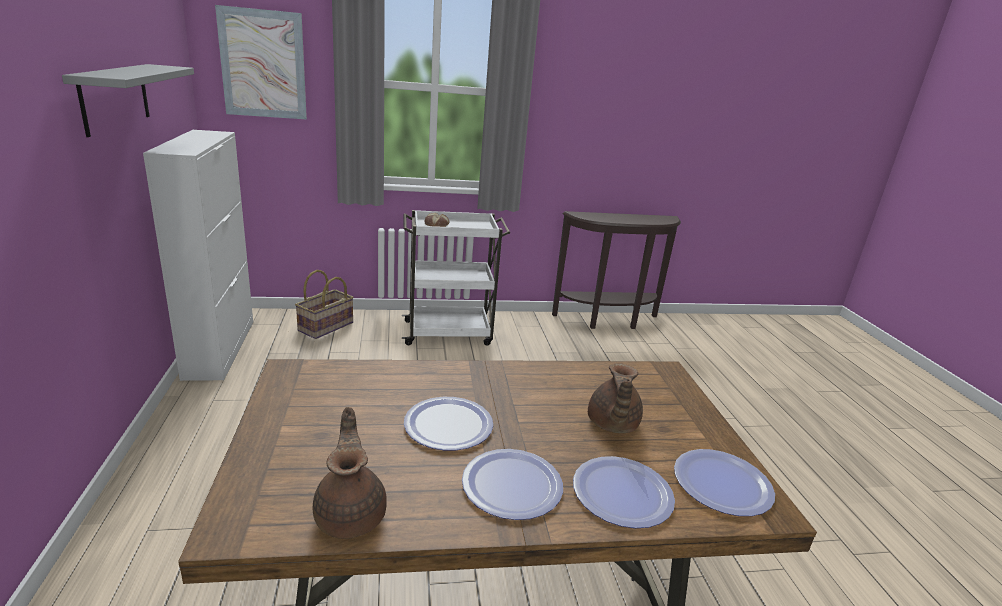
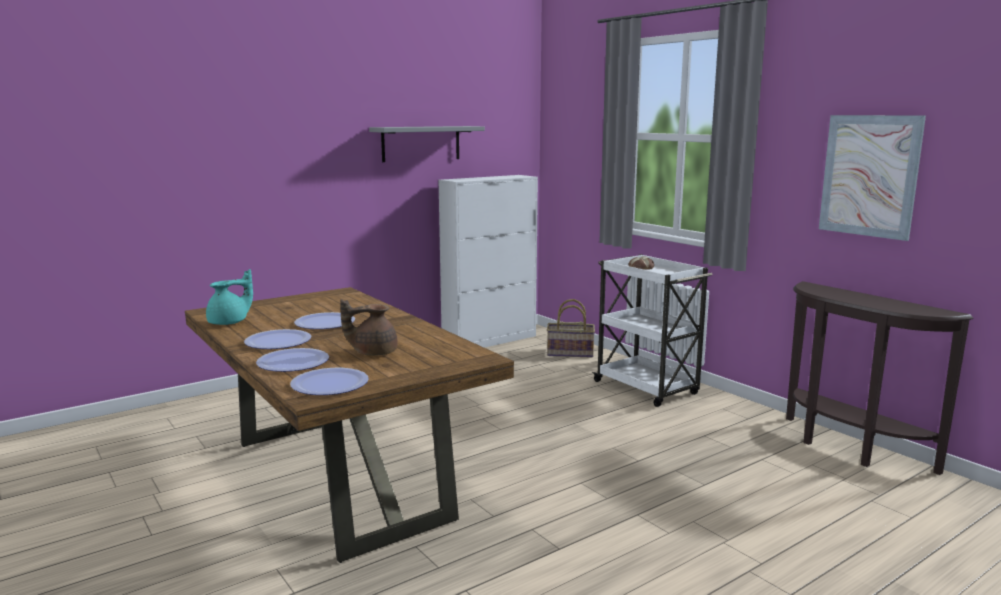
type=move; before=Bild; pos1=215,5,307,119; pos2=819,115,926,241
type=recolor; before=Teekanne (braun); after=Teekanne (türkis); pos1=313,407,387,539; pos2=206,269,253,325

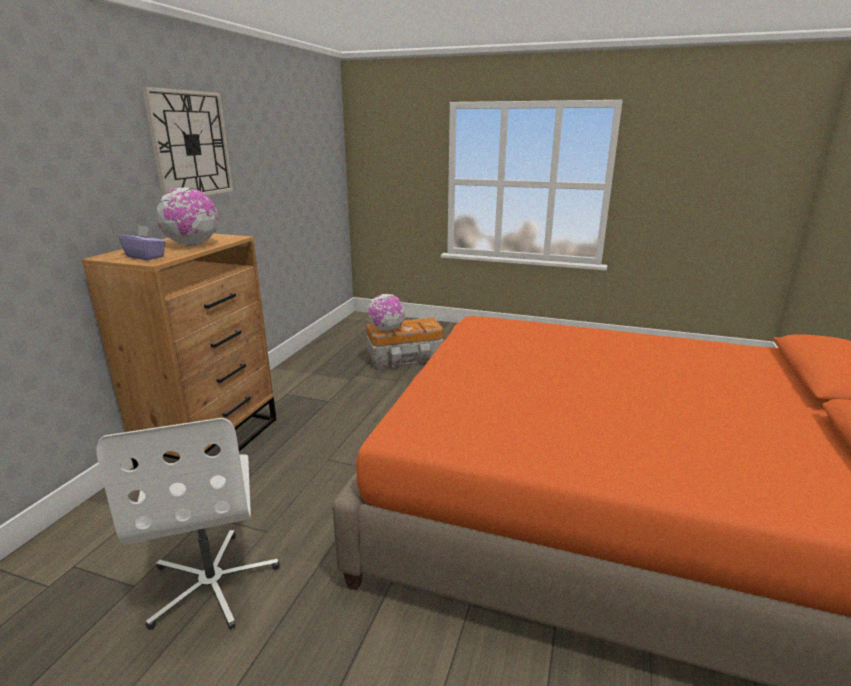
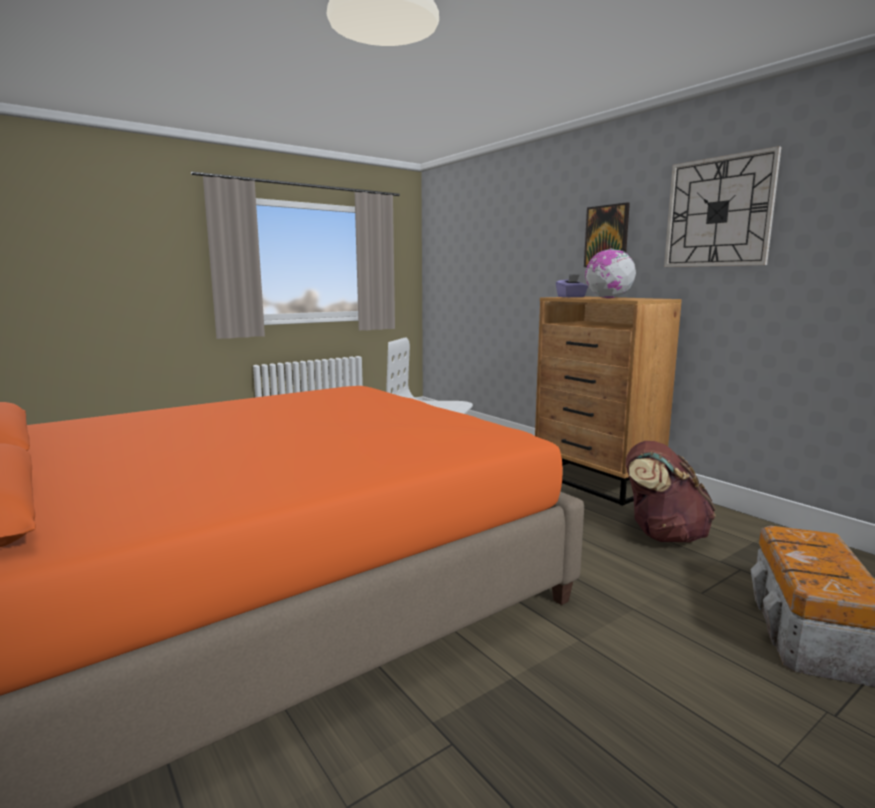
type=delete; before=Globus; pos1=368,294,405,331
type=insert; after=Bild; pos2=584,202,630,267
type=insert; after=Rucksack (braun); pos2=626,441,716,542

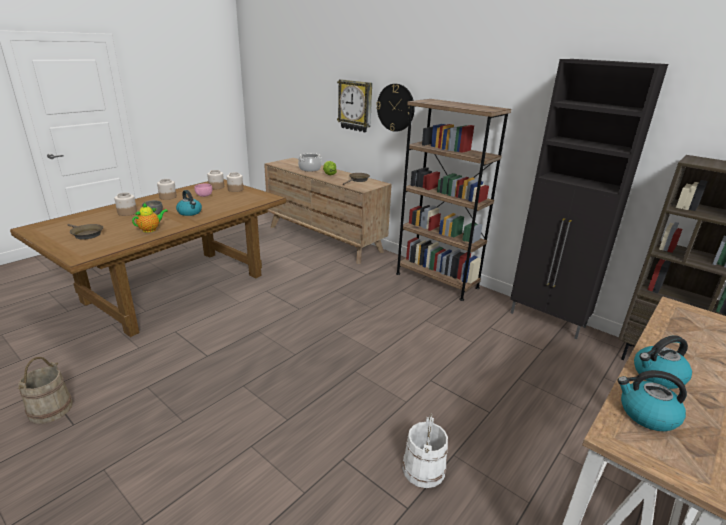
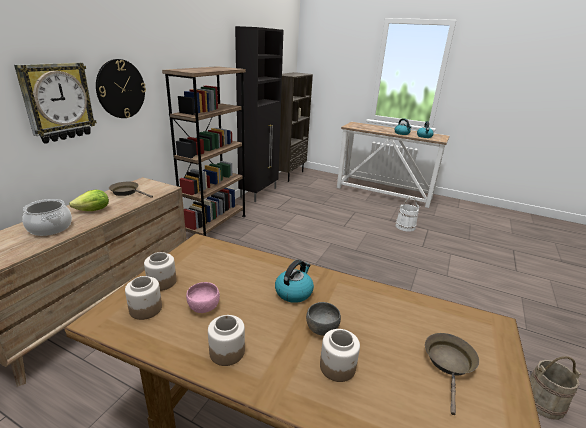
type=delete; before=Teekanne; pos1=132,203,168,232

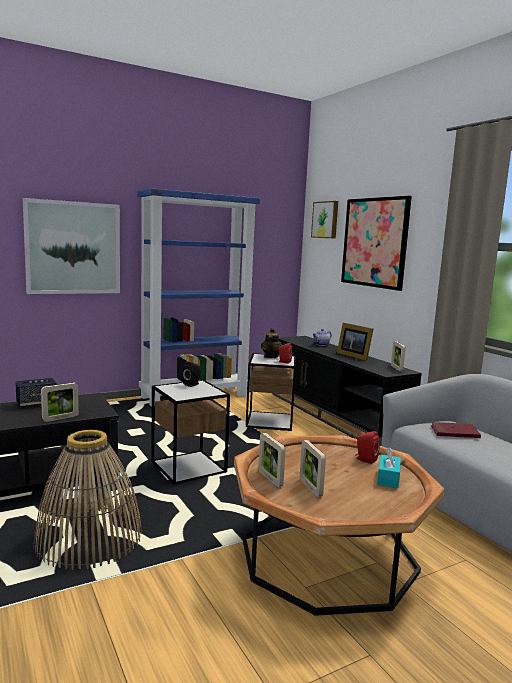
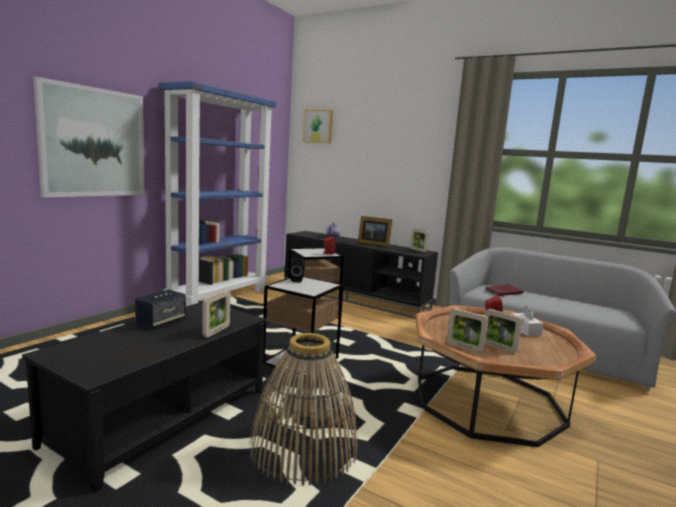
type=delete; before=Teekanne; pos1=261,328,282,358
type=delete; before=Bild; pos1=341,196,412,291
type=recolor; before=Taschentuchbox (türkis); after=Taschentuchbox (weiß); pos1=377,447,401,488; pos2=511,306,544,336

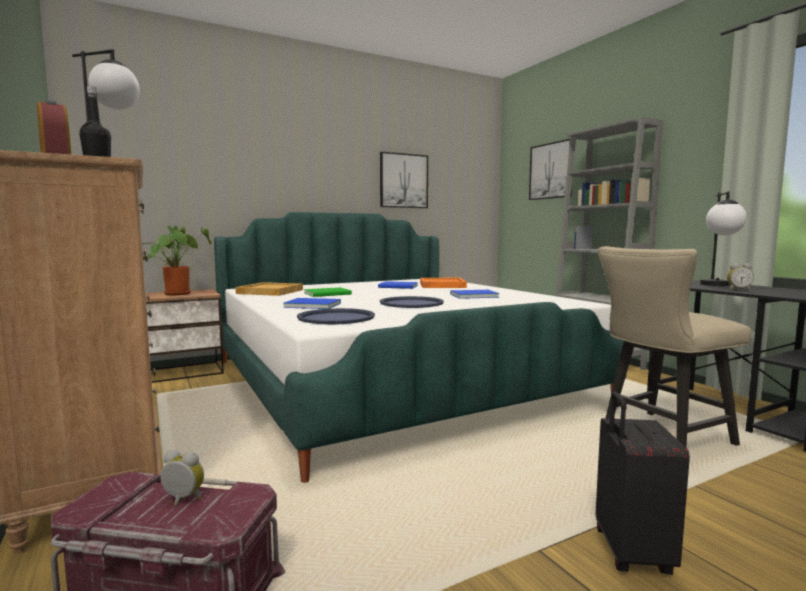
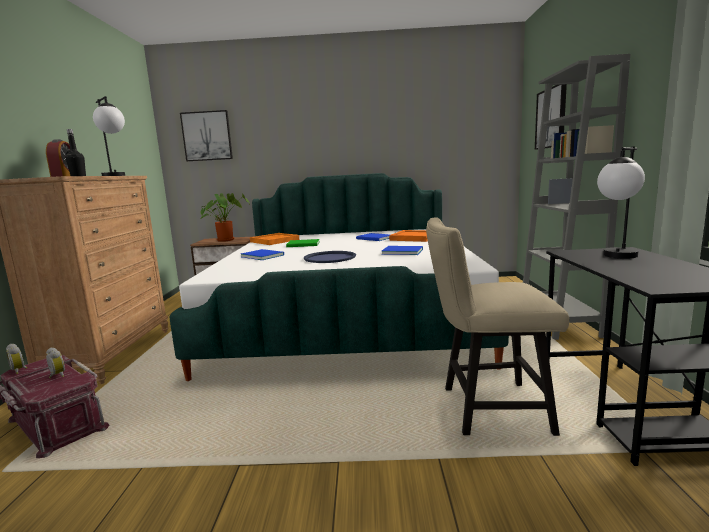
type=recolor; before=Tablett (beige); after=Tablett (orange); pos1=235,282,303,296; pos2=250,233,299,245
type=delete; before=Tablett (blau); pos1=297,308,375,325
type=move; before=Bild; pos1=380,152,428,208; pos2=180,110,233,161
type=delete; before=Koffer (schwarz); pos1=596,391,690,575
type=move; before=Wecker; pos1=727,263,754,290; pos2=6,344,27,374

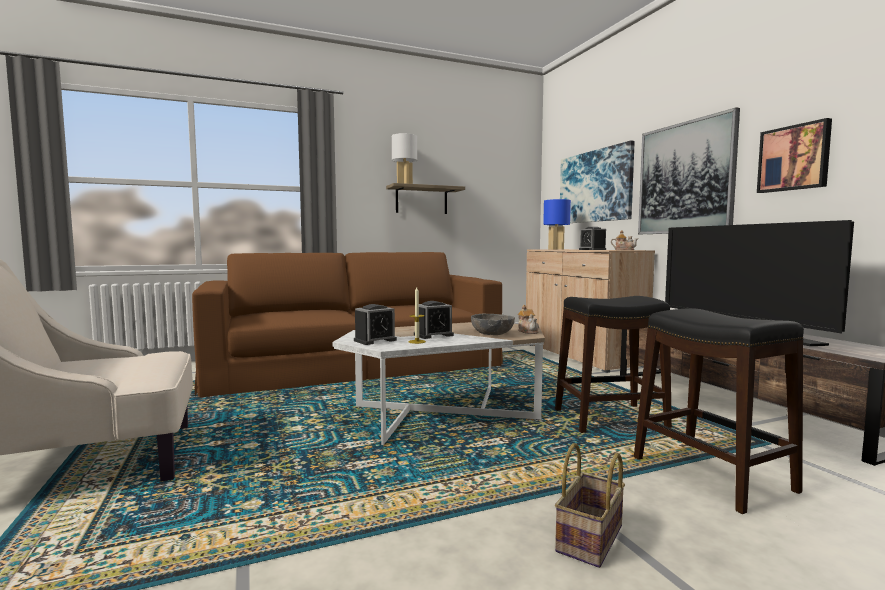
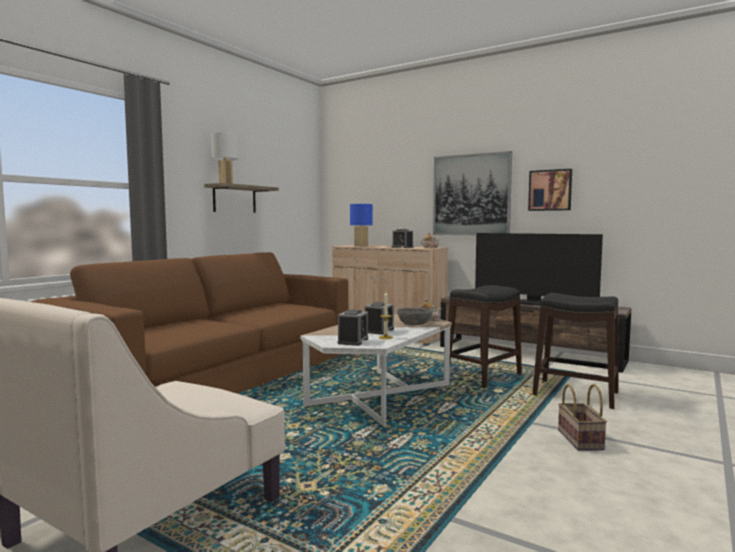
type=delete; before=Bild; pos1=560,141,635,223

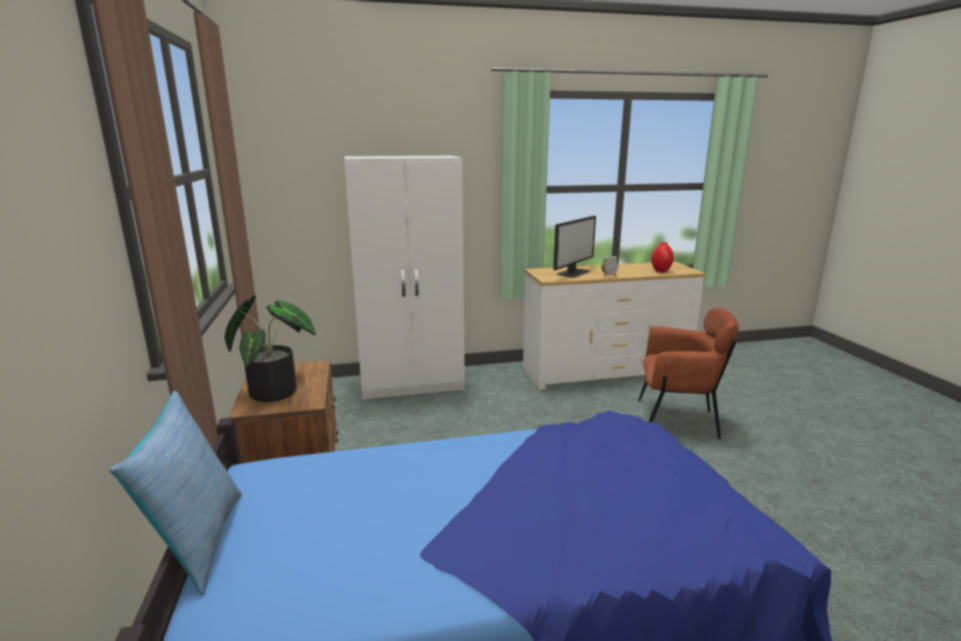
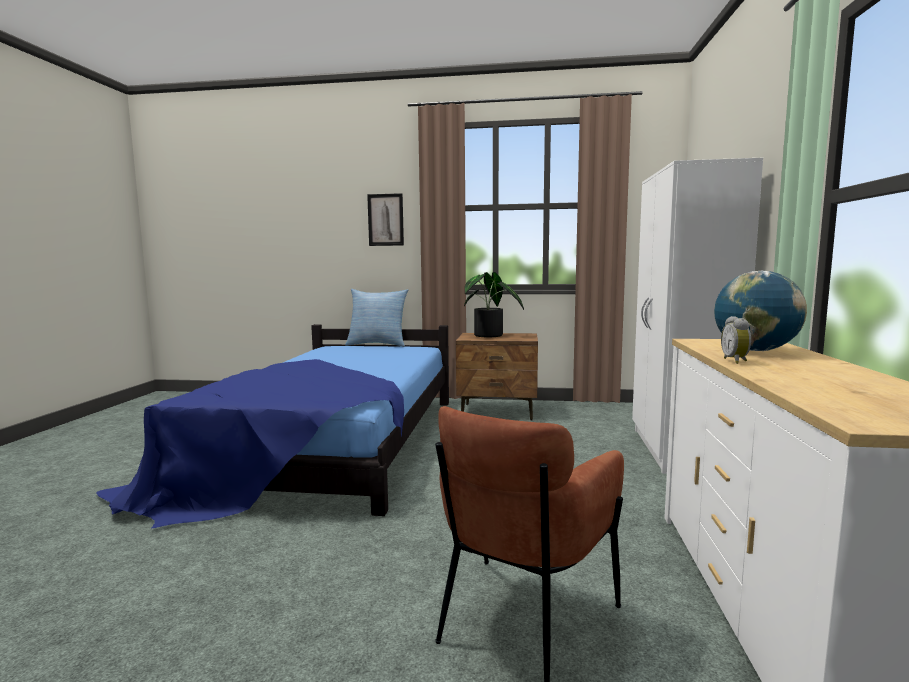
type=replace; before=Monitor; after=Globus; pos1=553,216,596,278; pos2=714,271,807,351
type=delete; before=Vase (rot); pos1=651,242,674,272
type=insert; after=Bild; pos2=367,193,404,246

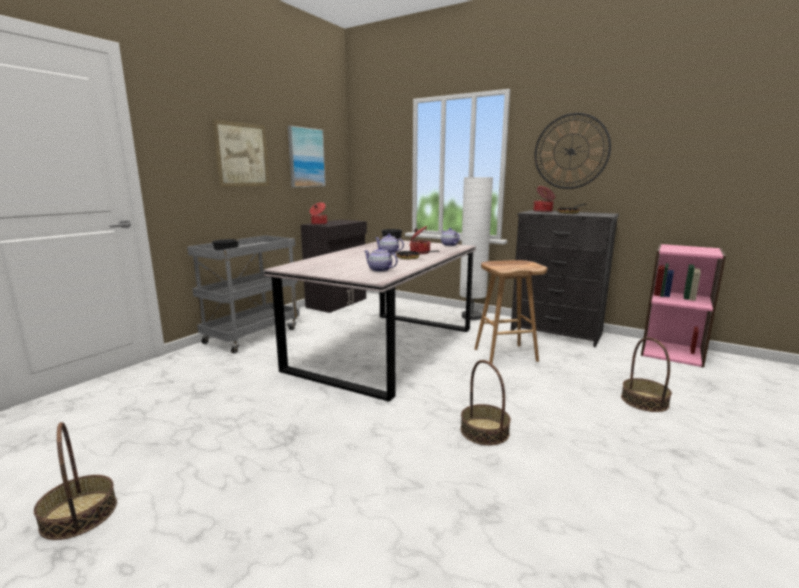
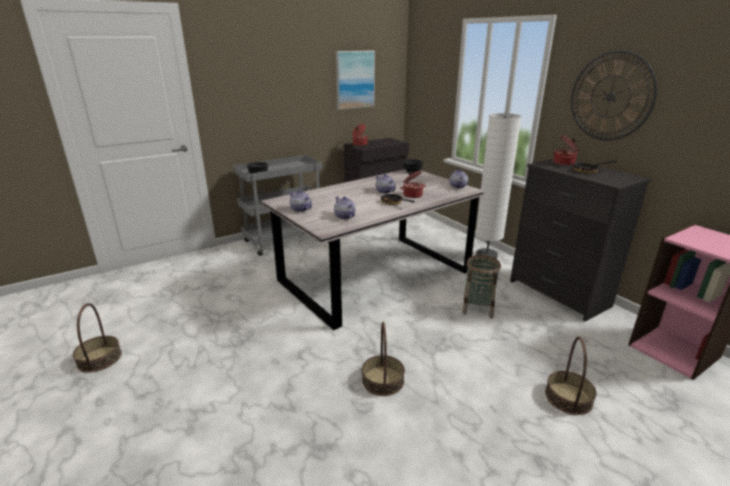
type=delete; before=Bild; pos1=212,119,270,187
type=replace; before=Hocker (braun); after=Korb; pos1=475,260,547,364; pos2=462,255,501,318
type=insert; after=Teekanne; pos2=289,190,312,212

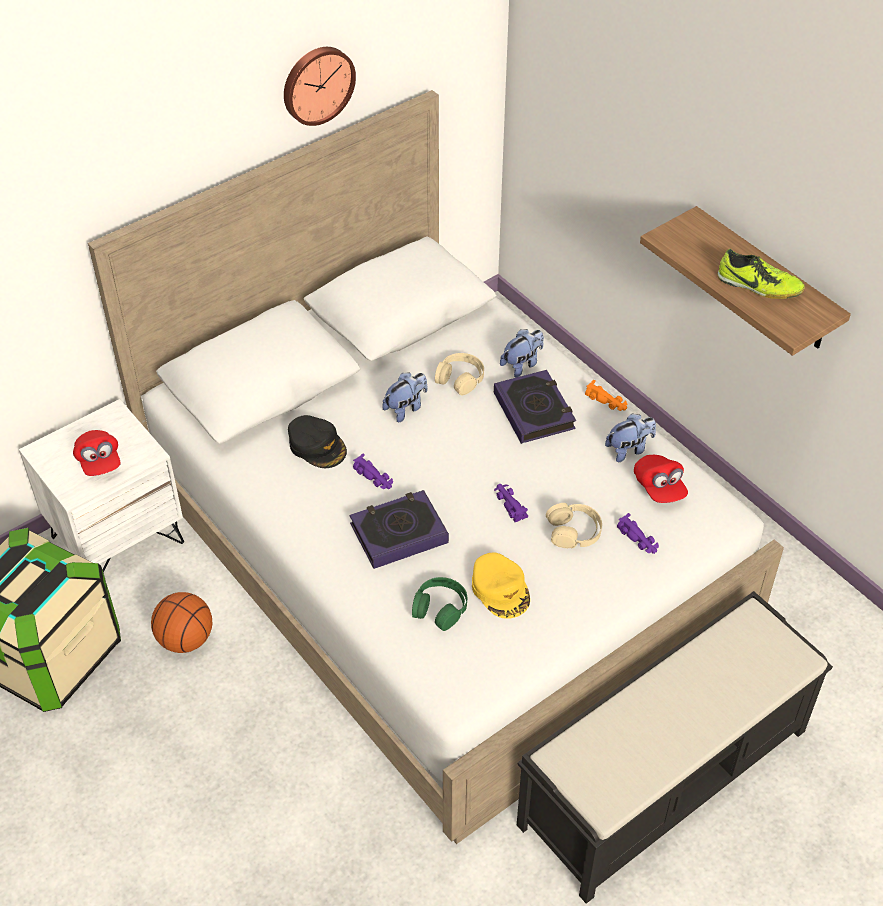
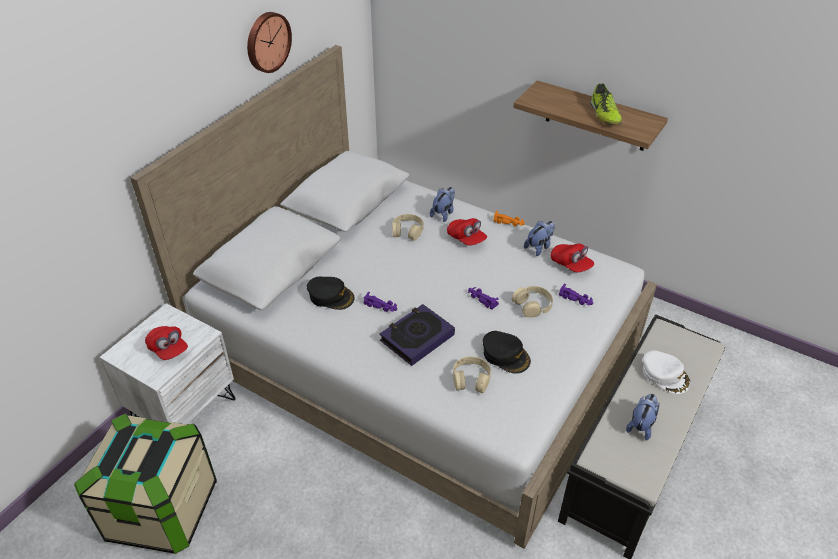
type=delete; before=Basketball; pos1=151,592,212,653
type=move; before=Plüschtier; pos1=382,372,428,422; pos2=626,394,659,441
type=recolor; before=Kopfhörer (grün); after=Kopfhörer (beige); pos1=412,577,467,631; pos2=453,357,491,393
type=recolor; before=Kappe (gelb); after=Kappe (schwarz); pos1=472,553,530,619; pos2=483,331,531,374
type=replace; before=Buch; after=Kappe (rot); pos1=494,370,576,444; pos2=447,218,487,246
type=rotate; before=Schuh; pos1=717,249,805,299; pos2=590,83,622,125; turn=75
type=insert; after=Kappe (weiß); pos2=643,350,691,394

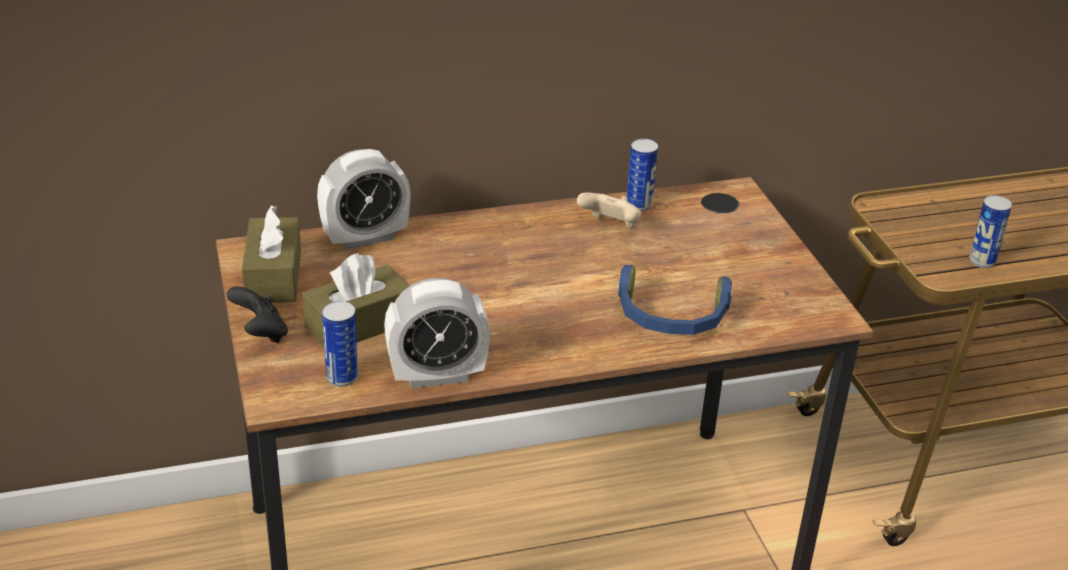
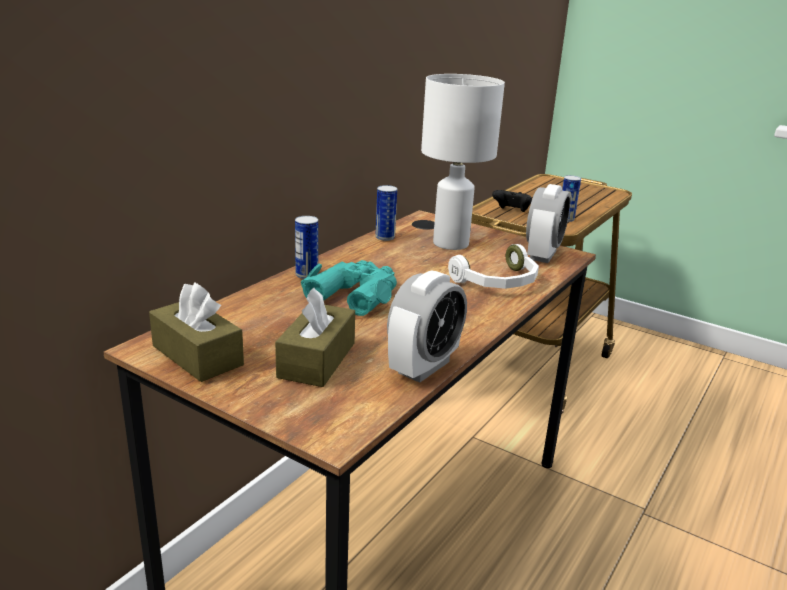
type=move; before=Gamepad (schwarz); pos1=227,286,288,343; pos2=492,190,532,212
type=move; before=Wecker; pos1=317,149,410,250; pos2=526,184,571,263
type=move; before=Dose; pos1=322,301,358,386; pos2=295,216,318,279
type=delete; before=Gamepad (beige); pos1=577,192,641,227
type=recolor; before=Kopfhörer (blau); after=Kopfhörer (weiß); pos1=618,265,732,335; pos2=448,244,539,289
type=insert; after=Fernglas (türkis); pos2=301,260,397,316
type=insert; after=Tischlampe (weiß); pos2=421,74,505,250

